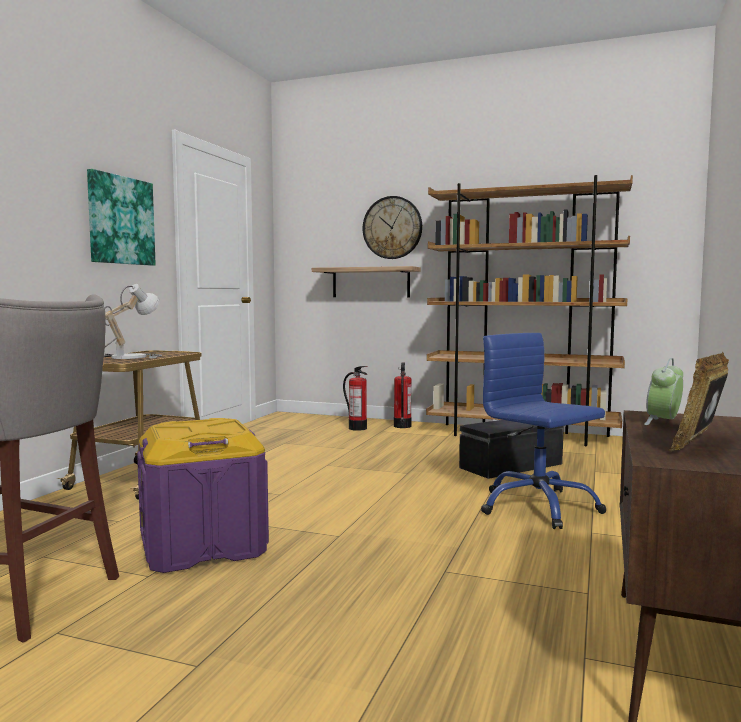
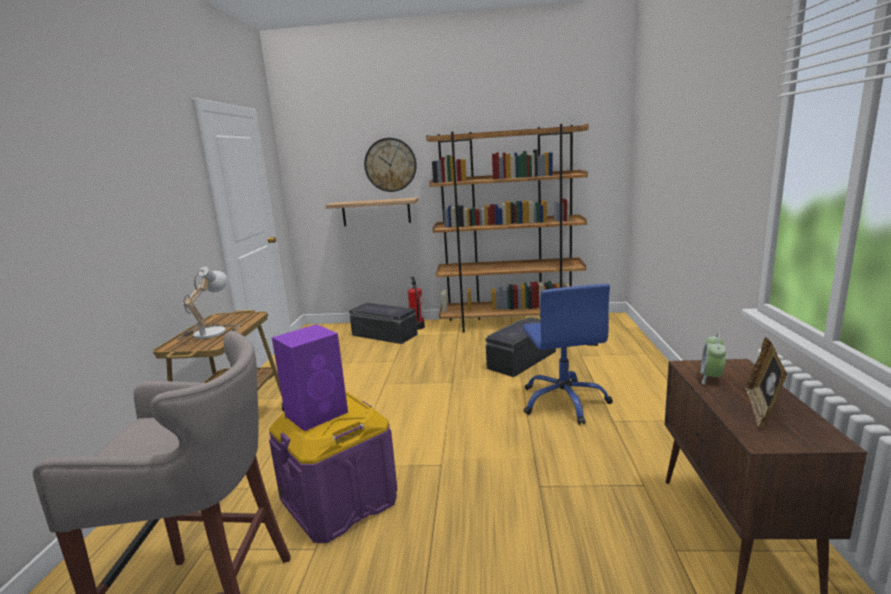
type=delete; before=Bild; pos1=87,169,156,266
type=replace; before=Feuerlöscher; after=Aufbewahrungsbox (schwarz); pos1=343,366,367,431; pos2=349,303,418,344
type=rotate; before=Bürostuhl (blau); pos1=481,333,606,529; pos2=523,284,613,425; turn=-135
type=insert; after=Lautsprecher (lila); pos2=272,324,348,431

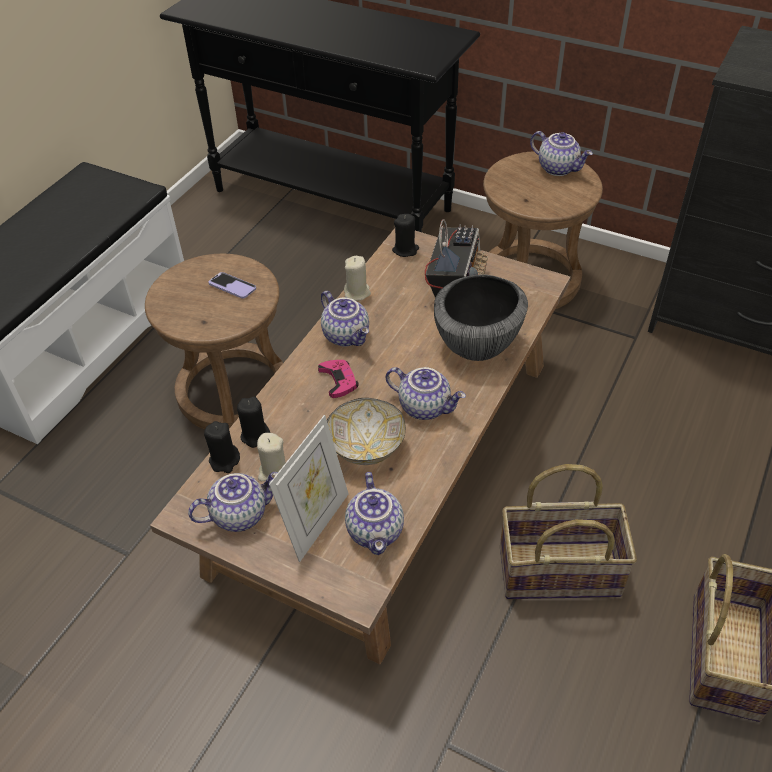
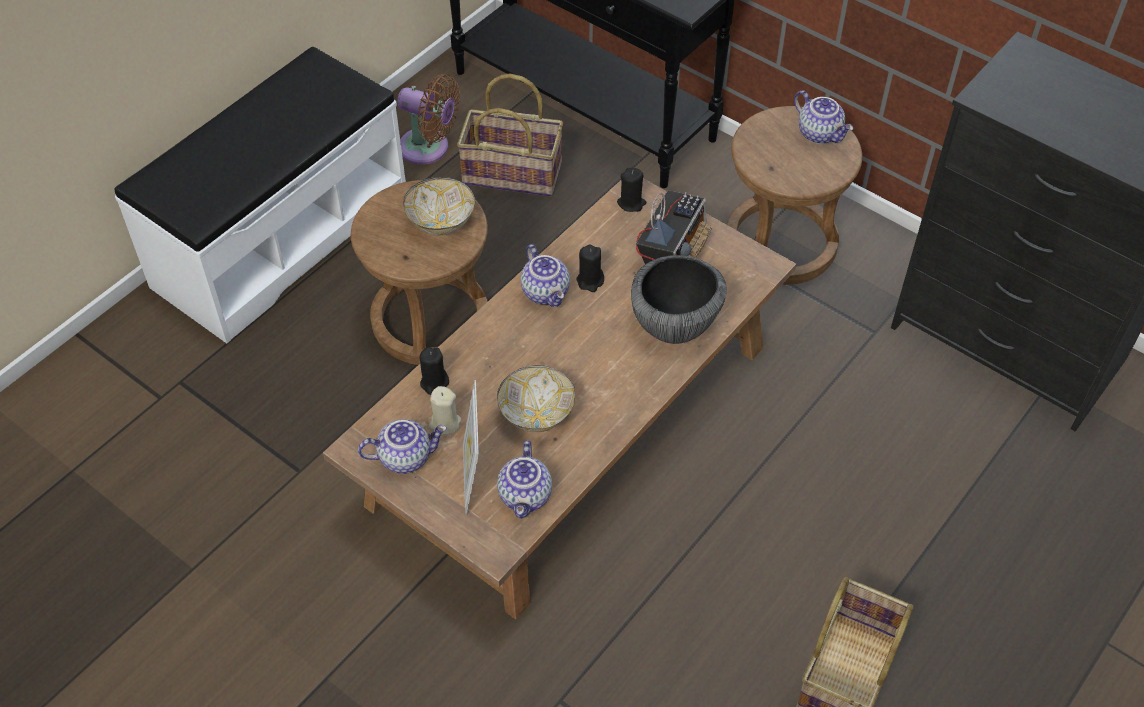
type=move; before=Kerze (schwarz); pos1=204,421,240,473; pos2=576,244,604,292
type=replace; before=Handy; after=Schüssel; pos1=208,272,256,299; pos2=404,177,475,235
type=rotate; before=Bilderrahmen; pos1=269,415,349,562; pos2=463,380,479,516; turn=135
type=delete; before=Gamepad (rosa); pos1=318,360,359,398
type=delete; before=Kerze (beige); pos1=344,256,371,301
type=delete; before=Teekanne; pos1=385,367,466,420
type=move; before=Korb; pos1=500,464,637,599; pos2=457,73,563,196
type=insert; after=Ventilator (braun); pos2=397,74,460,165

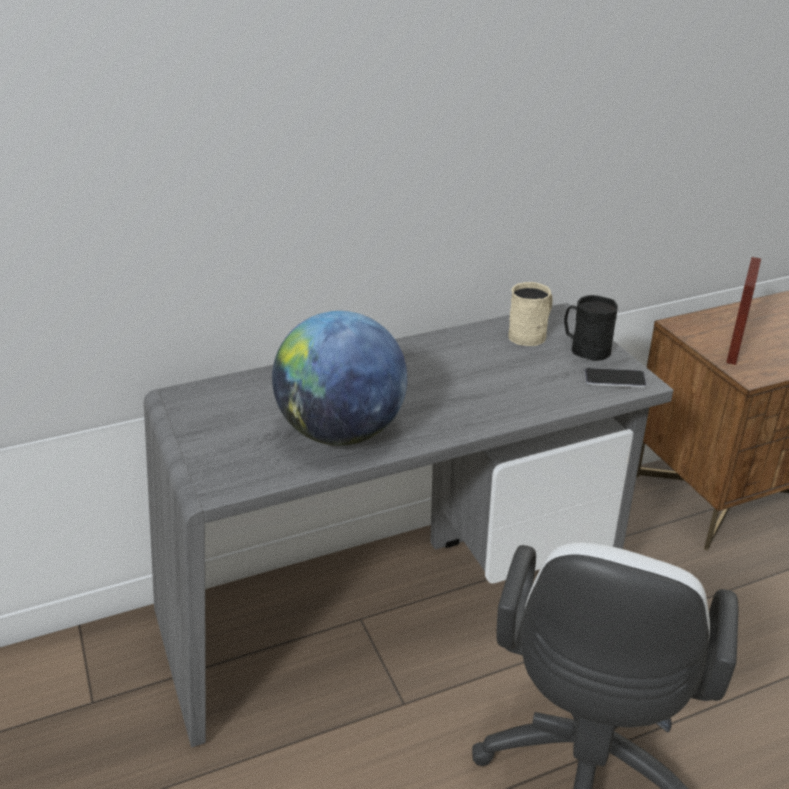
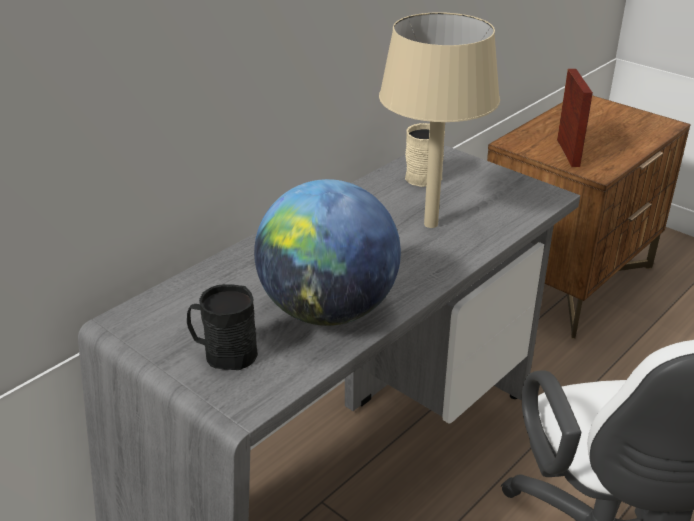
type=move; before=Henkelbecher (schwarz); pos1=564,295,618,361; pos2=187,284,258,370
type=delete; before=Handy; pos1=584,368,647,388
type=insert; after=Tischlampe (beige); pos2=379,12,500,228

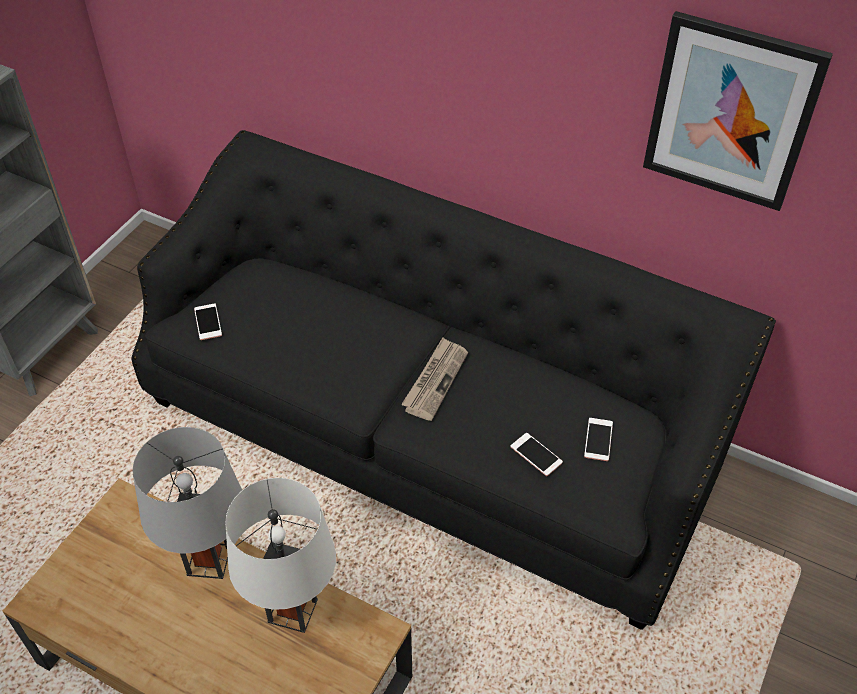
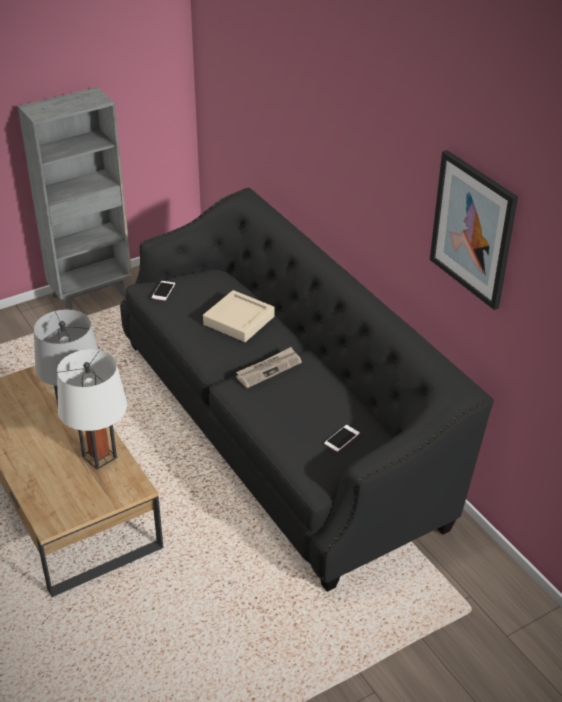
type=delete; before=Handy; pos1=511,433,563,476
type=insert; after=Tablett (beige); pos2=203,290,275,342

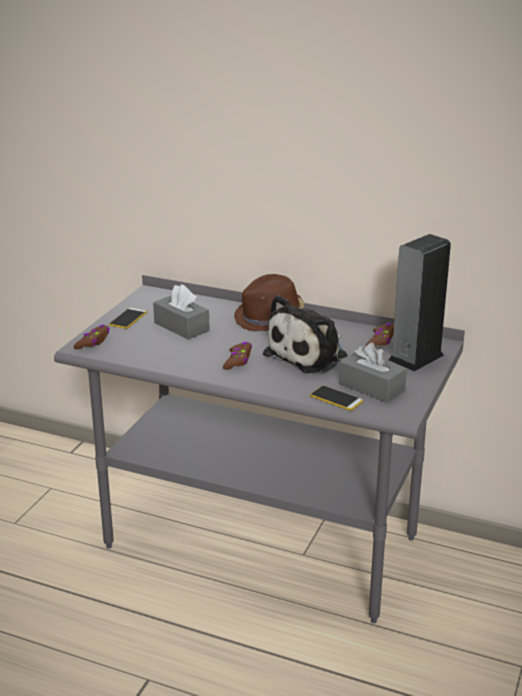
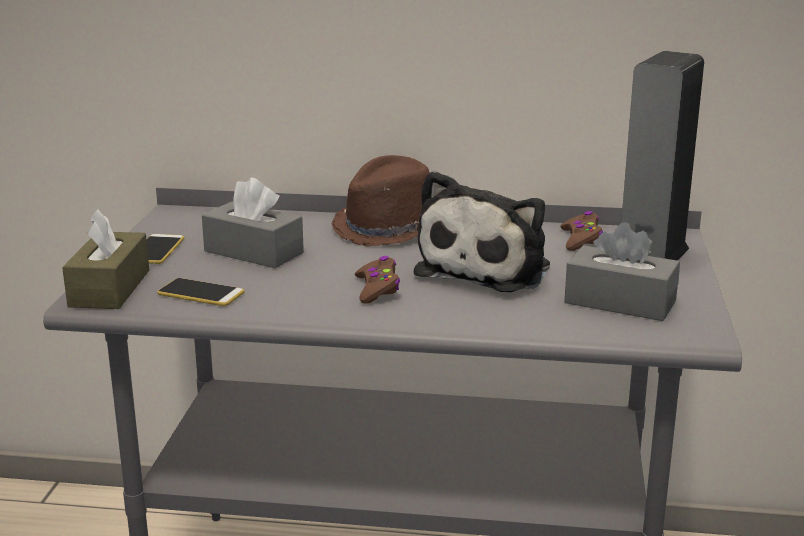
type=replace; before=Gamepad (braun); after=Taschentuchbox (braun); pos1=73,324,110,349; pos2=62,209,149,309
type=move; before=Handy; pos1=310,386,363,411; pos2=157,278,244,306

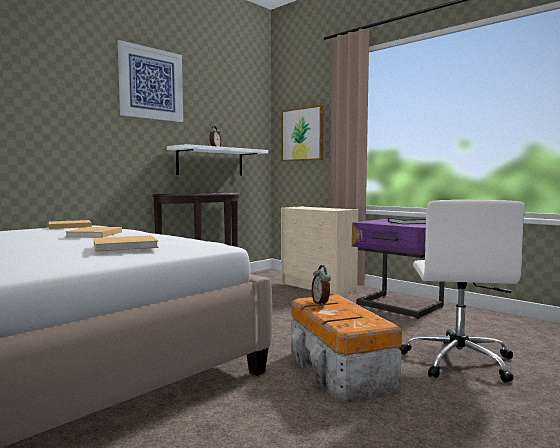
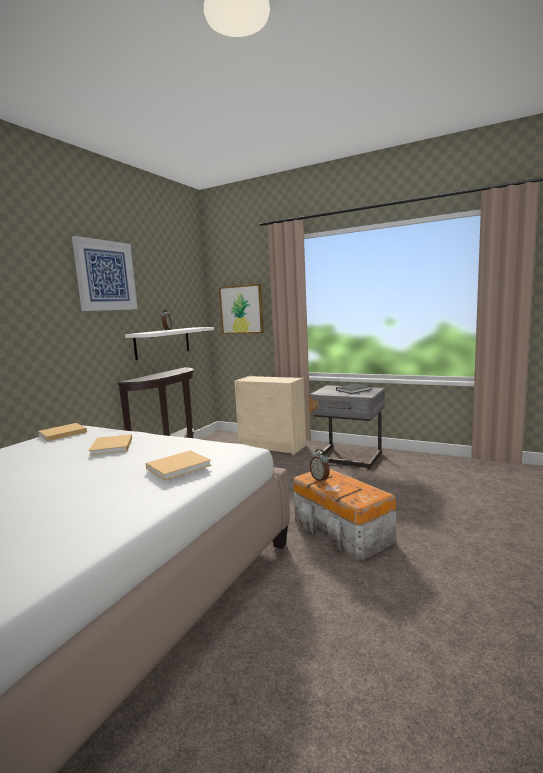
type=recolor; before=Nachttisch (lila); after=Nachttisch (grau); pos1=352,219,444,319; pos2=309,385,385,469
type=delete; before=Bürostuhl (weiß); pos1=399,200,525,382

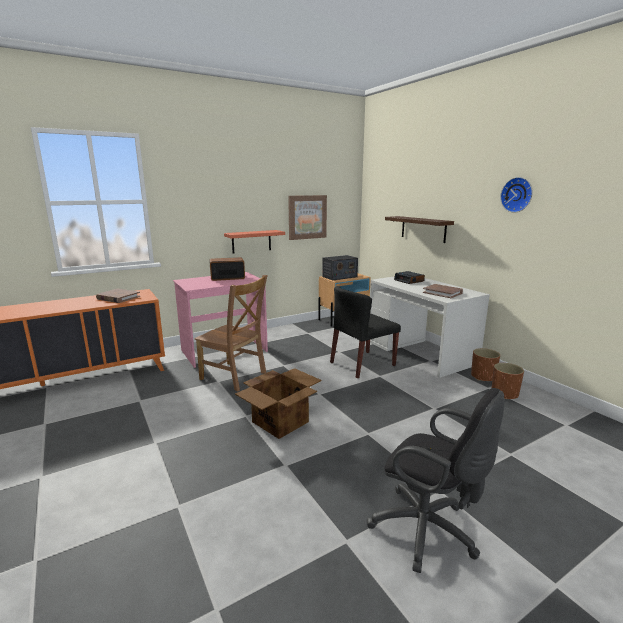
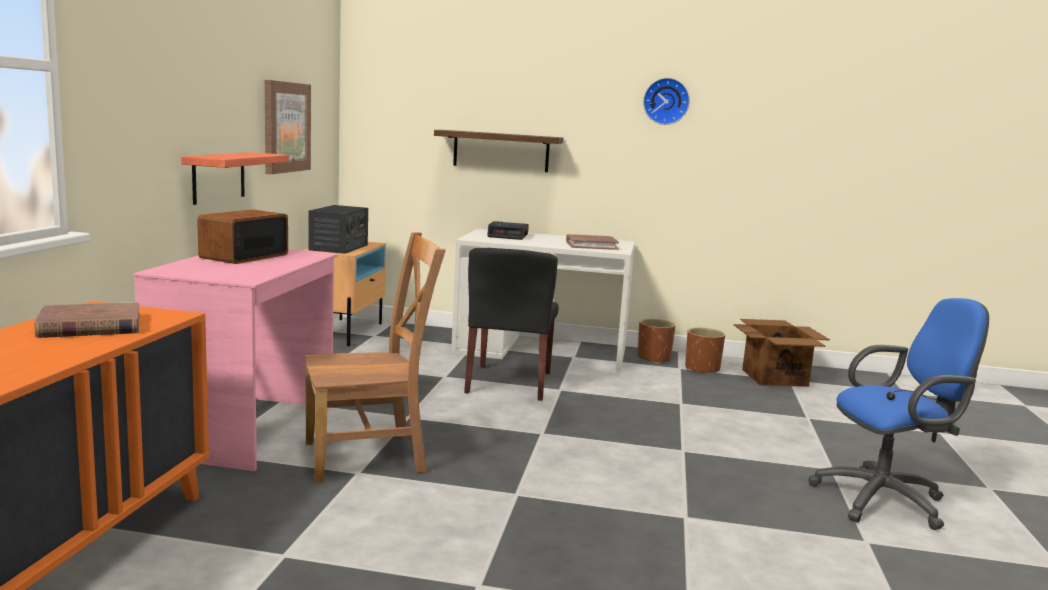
type=move; before=Karton; pos1=235,368,322,439; pos2=734,319,830,387
type=recolor; before=Bürostuhl (schwarz); after=Bürostuhl (blau); pos1=367,388,504,573; pos2=808,298,989,530

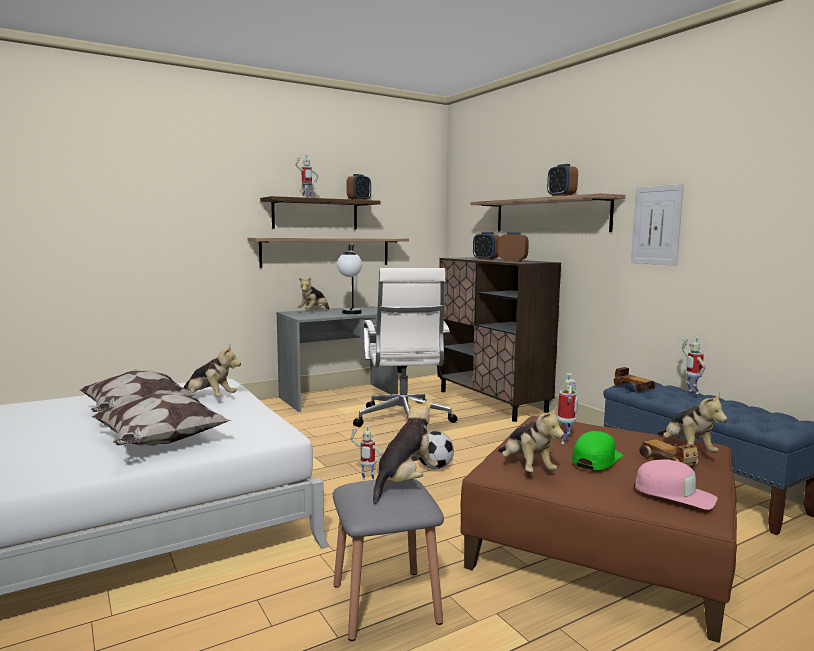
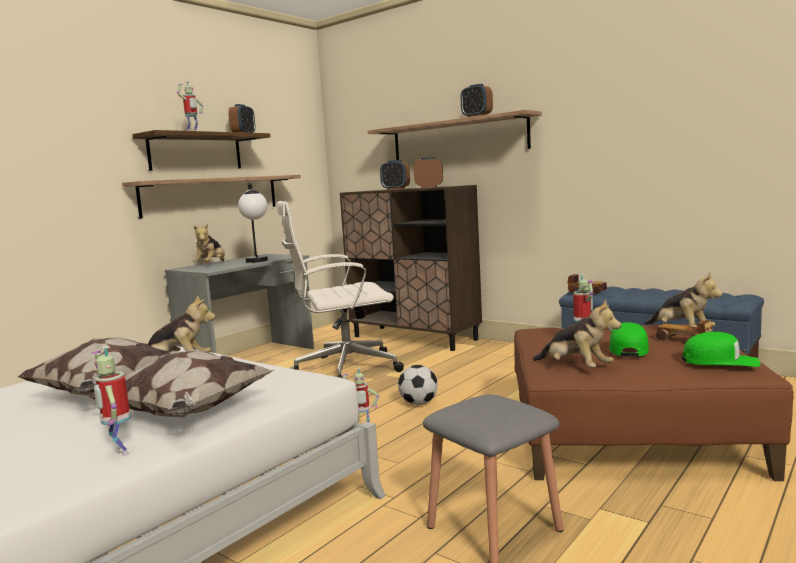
type=rotate; before=Bürostuhl (weiß); pos1=353,268,458,427; pos2=277,201,404,378; turn=105
type=delete; before=Plüschtier; pos1=373,397,438,504
type=delete; before=Bild; pos1=631,184,684,266
type=recolor; before=Kappe (rosa); after=Kappe (grün); pos1=634,459,718,510; pos2=682,332,760,367
type=move; before=Spielzeugroboter; pos1=682,337,706,394; pos2=90,346,130,456

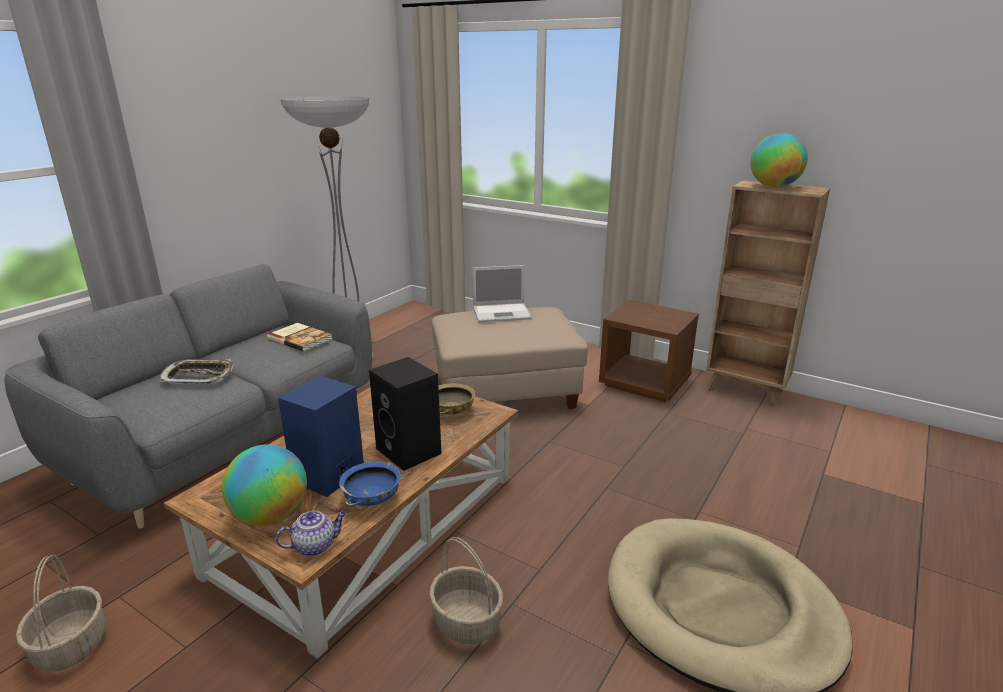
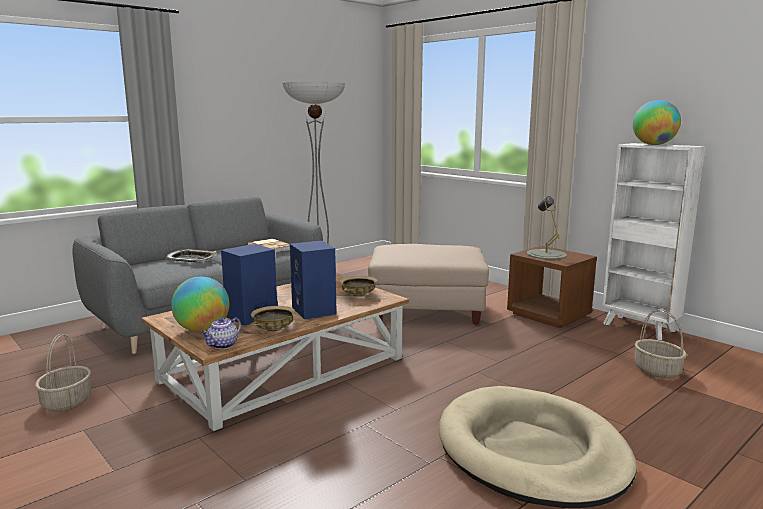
type=rotate; before=Teekanne; pos1=276,511,346,556; pos2=201,317,241,349; turn=135
type=recolor; before=Schüssel (blau); after=Schüssel (beige); pos1=339,462,401,507; pos2=251,306,295,332
type=recolor; before=Lautsprecher (schwarz); after=Lautsprecher (blau); pos1=369,357,441,471; pos2=290,241,337,319
type=move; before=Korb; pos1=429,537,503,644; pos2=634,309,687,378
type=delete; before=Laptop; pos1=472,265,532,322
type=recolor; before=Bücherregal (braun); after=Bücherregal (weiß); pos1=706,180,830,407; pos2=602,143,705,340
type=insert; after=Tischlampe (grau); pos2=527,196,567,260

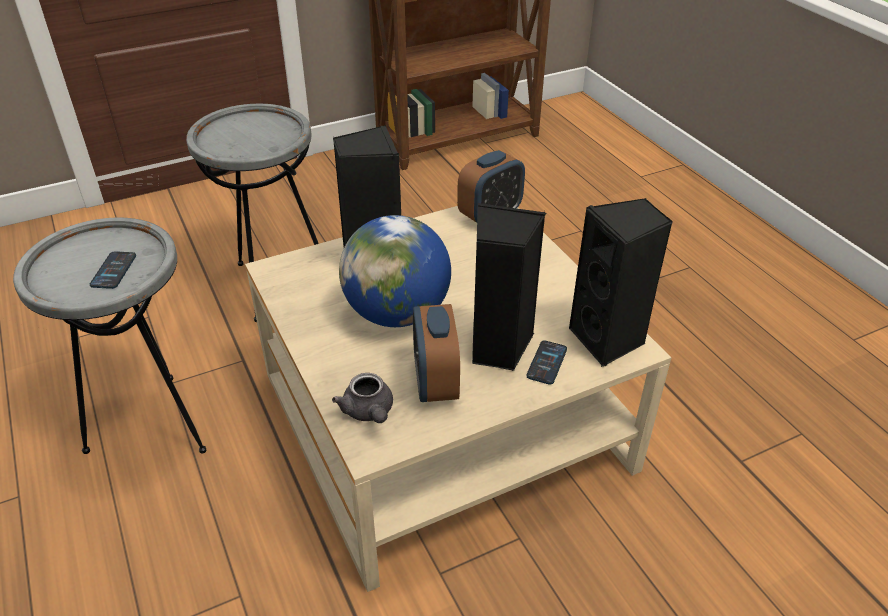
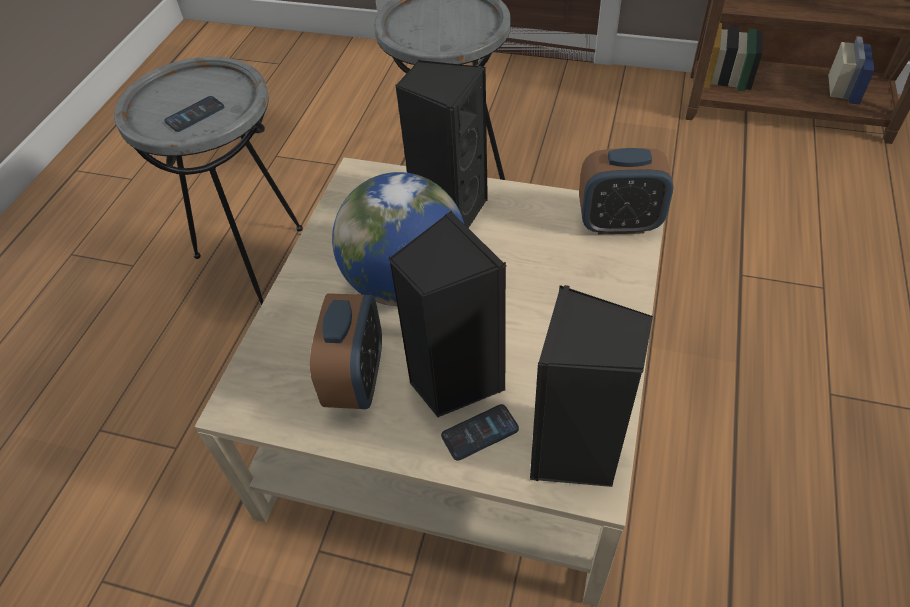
type=delete; before=Teekanne (grau); pos1=332,373,393,423
type=rotate; before=Wecker; pos1=413,304,460,402; pos2=310,293,382,409; turn=150

